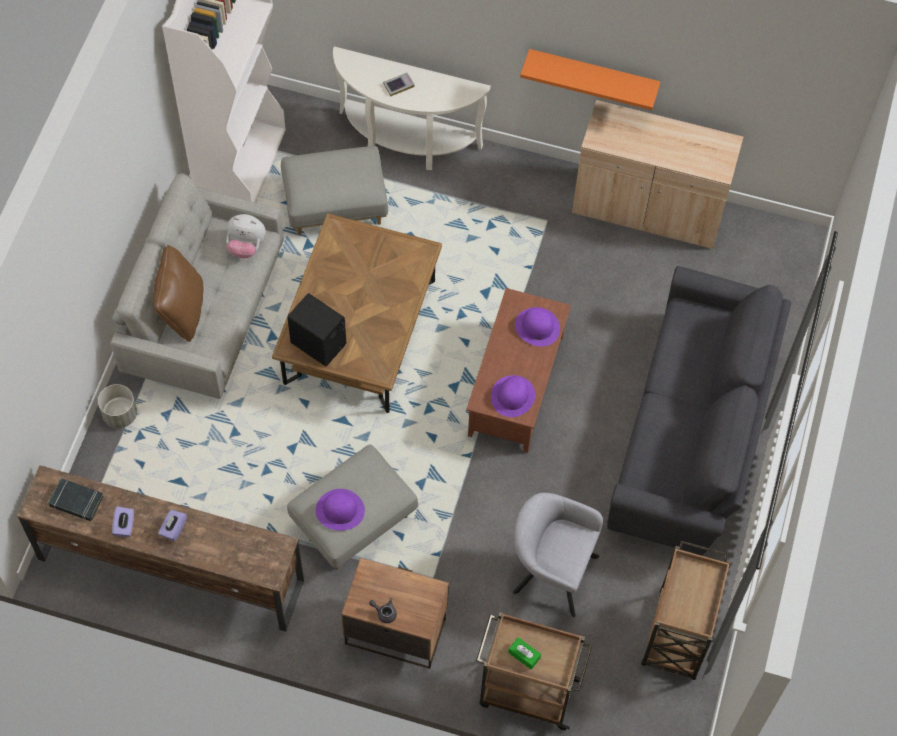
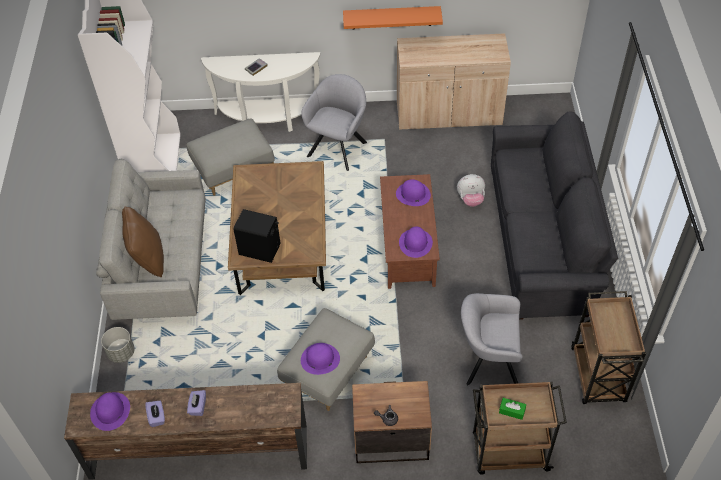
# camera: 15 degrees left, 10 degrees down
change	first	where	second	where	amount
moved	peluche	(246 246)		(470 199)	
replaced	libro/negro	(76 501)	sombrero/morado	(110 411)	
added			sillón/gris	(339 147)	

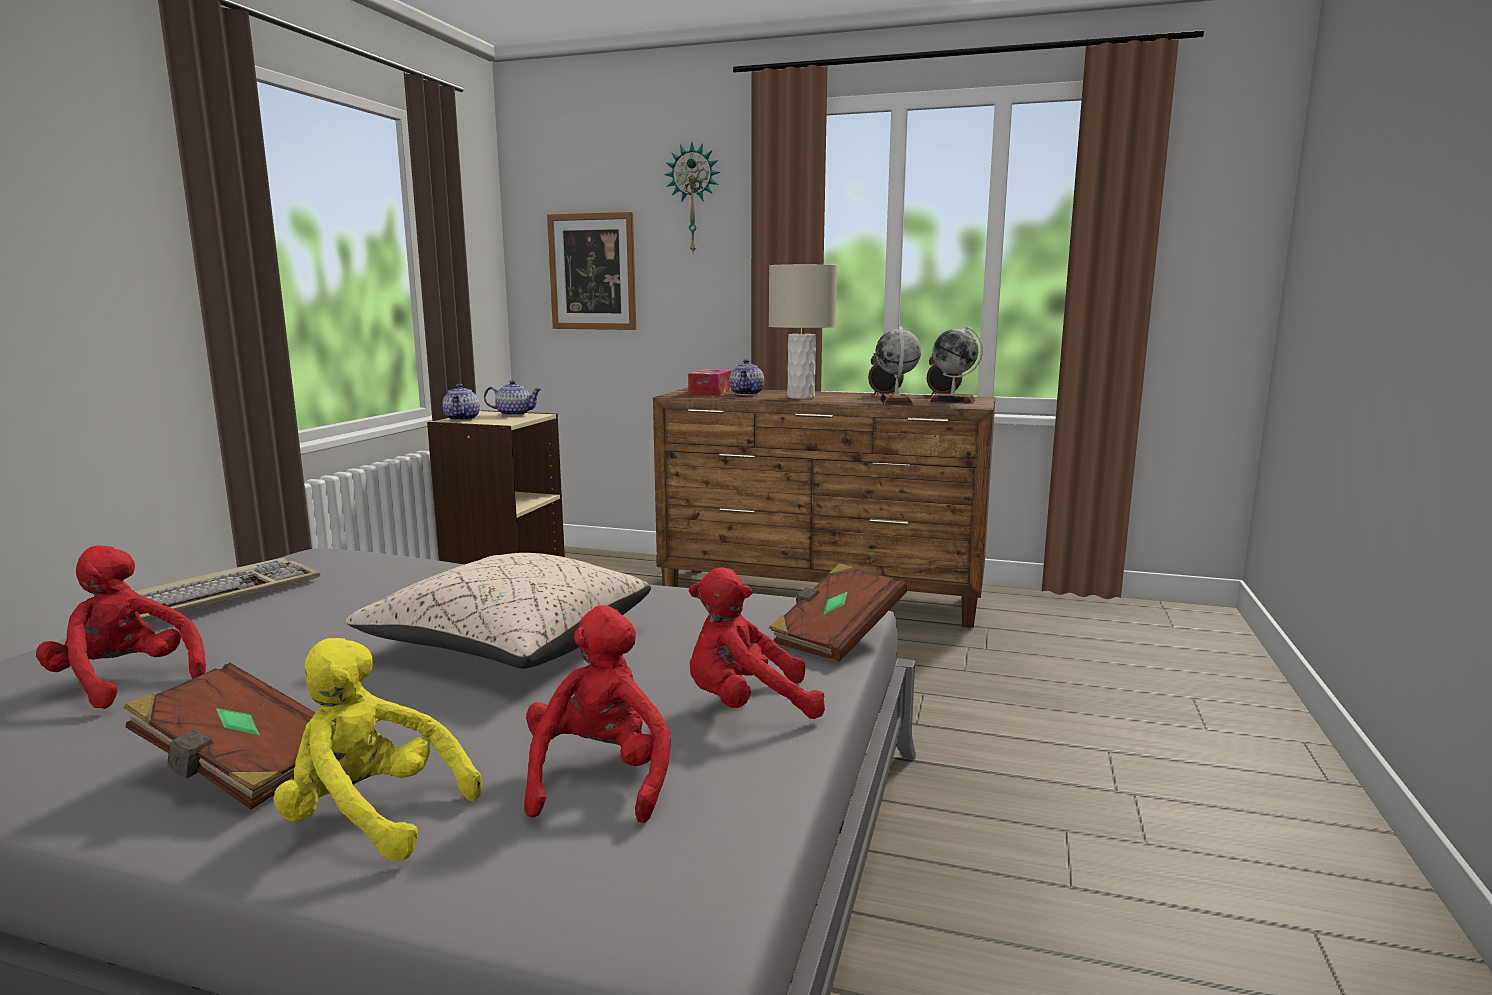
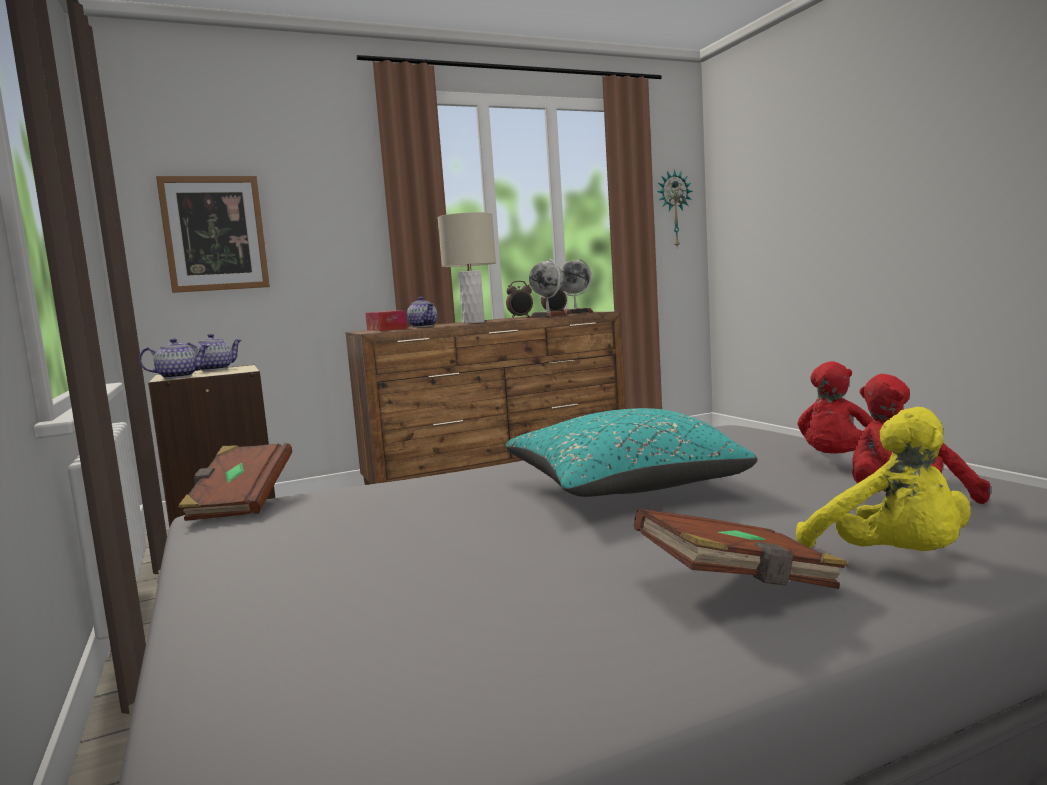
# camera: 40 degrees left, 5 degrees down
change	first	where	second	where	amount
moved	reloj de pared	(694 199)		(673 209)	
turned	tetera	(463 419)		(178 376)	60 degrees counterclockwise
removed	peluche/rojo	(126 681)			
recoloured	cojín/beis	(510 644)	cojín/turquesa	(622 490)	
removed	teclado	(220 595)			
moved	libro/marrón	(836 636)		(240 503)	
turned	peluche/amarillo	(372 817)		(893 560)	90 degrees counterclockwise

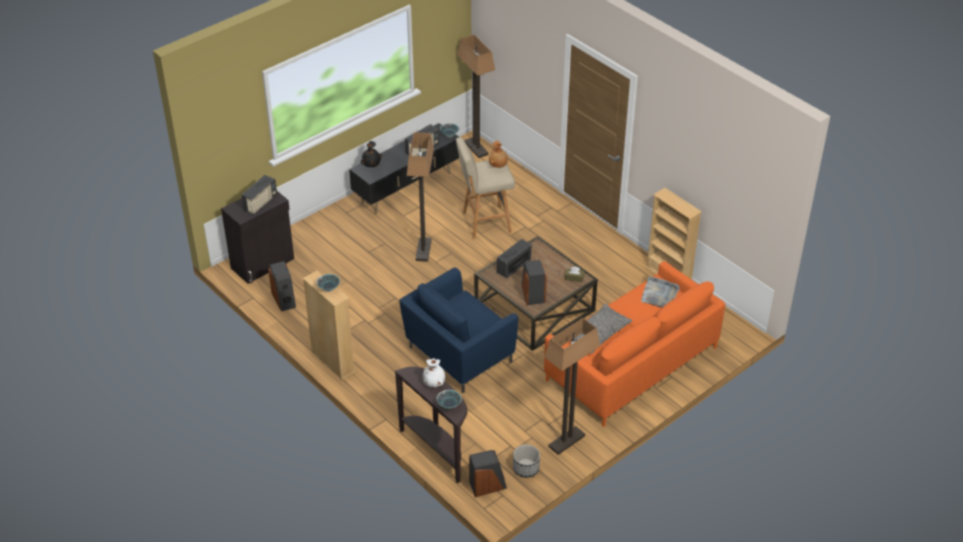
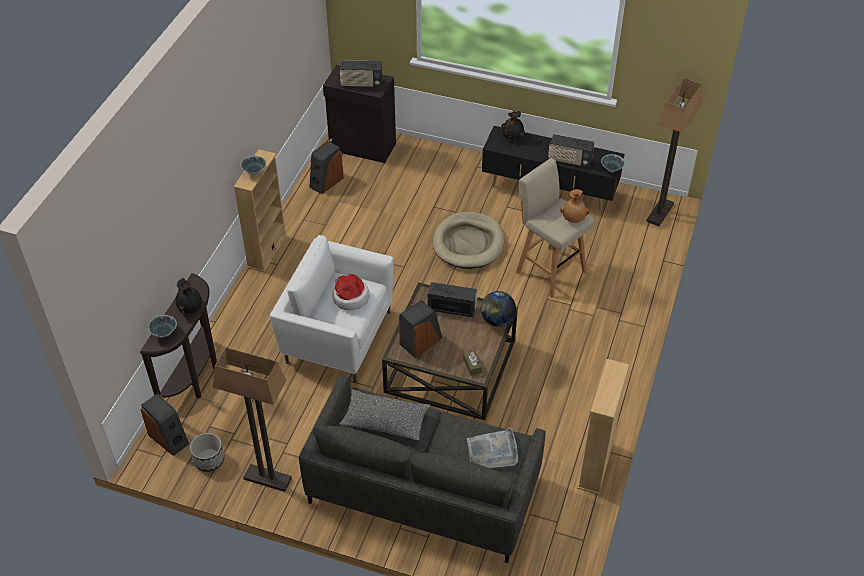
# camera: 60 degrees right, 5 degrees up
change	first	where	second	where	amount
replaced	lámpara de pie	(423 250)	cama para perro/beis	(468 243)	
recoloured	sofá/naranja	(631 363)	sofá/gris	(423 489)	
recoloured	sillón/azul	(458 355)	sillón/blanco	(337 336)	
recoloured	florero/blanco	(434 383)	florero/negro	(190 308)	
added			sombrero	(350 297)	
added			globo terráqueo	(497 320)	

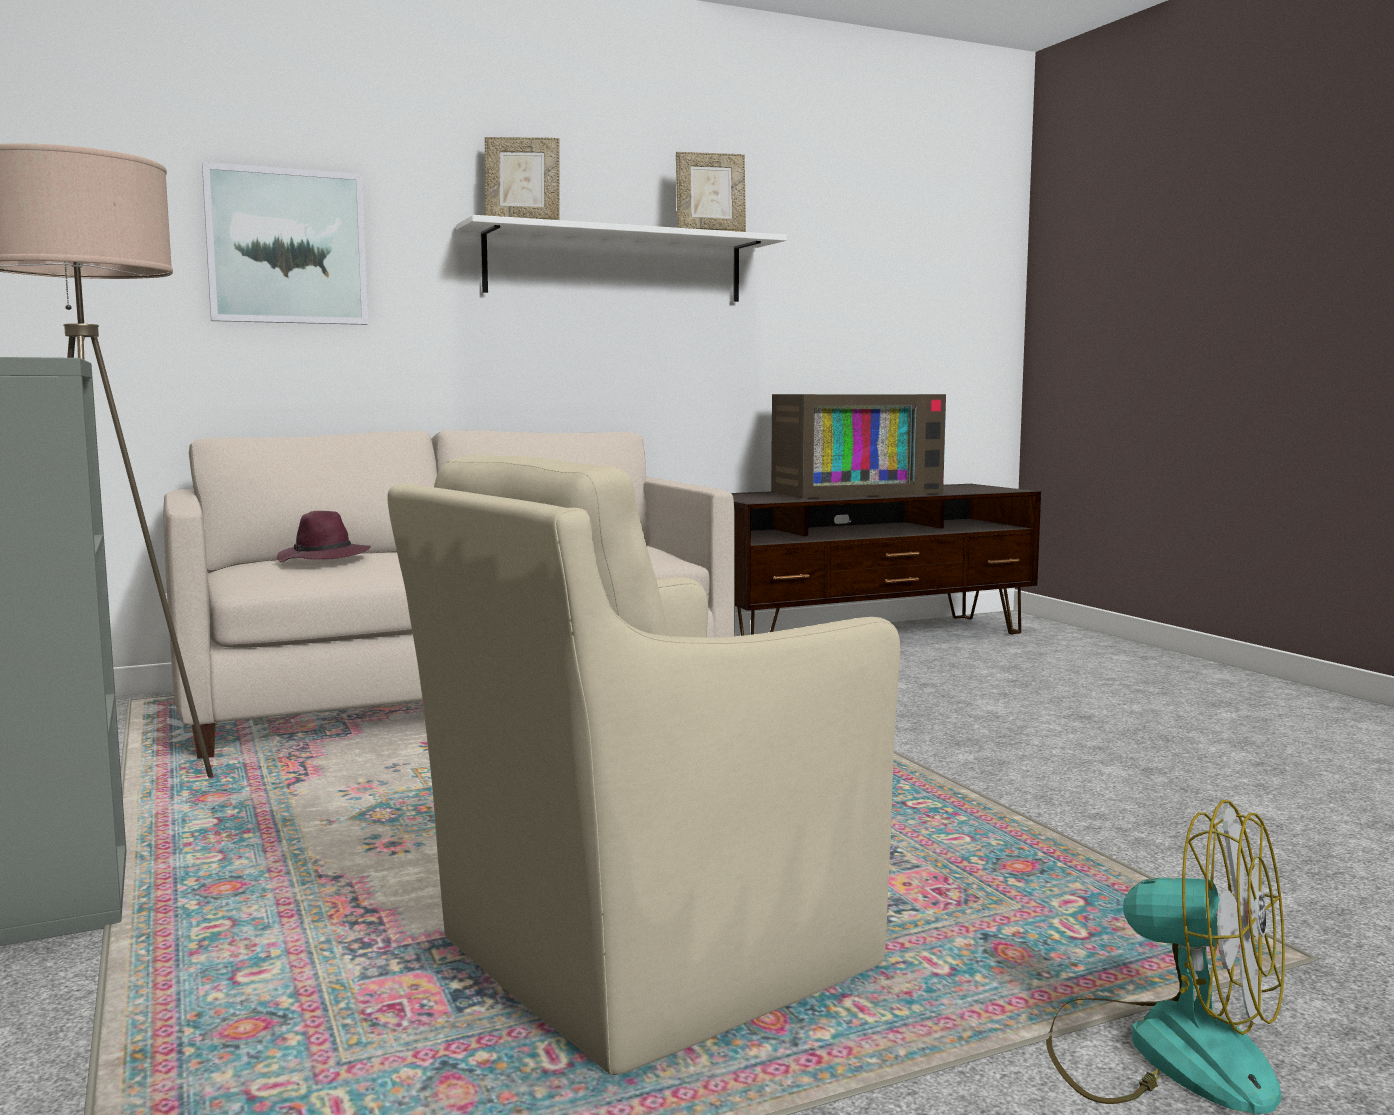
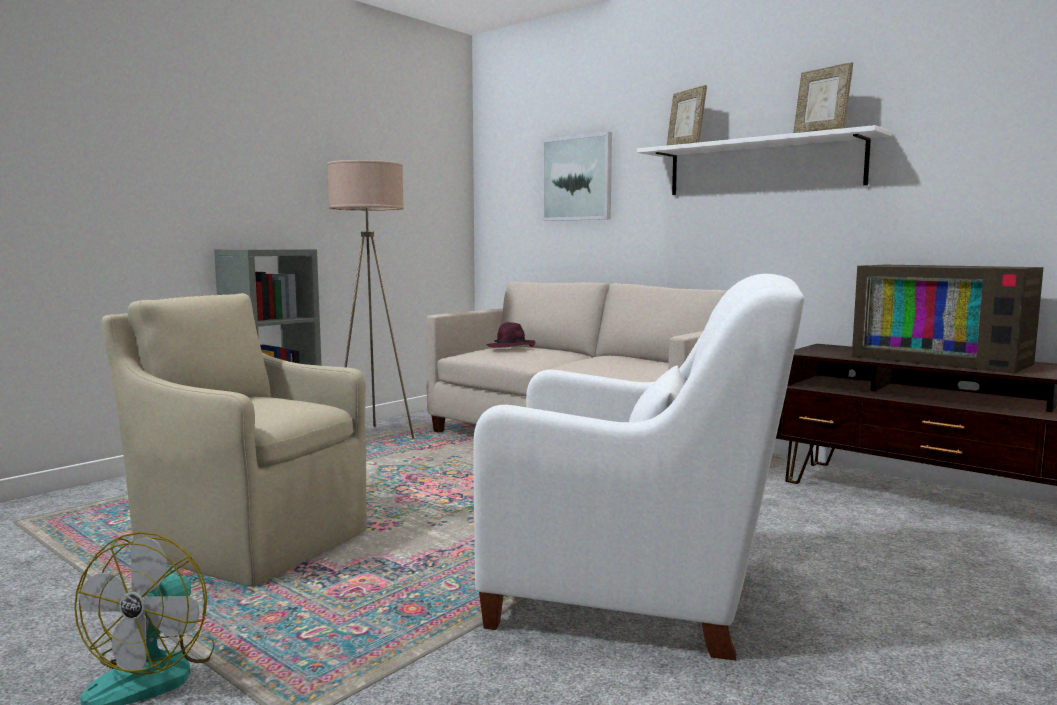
# camera: 65 degrees right, 0 degrees up
change	first	where	second	where	amount
added			sillón/blanco	(633 592)	

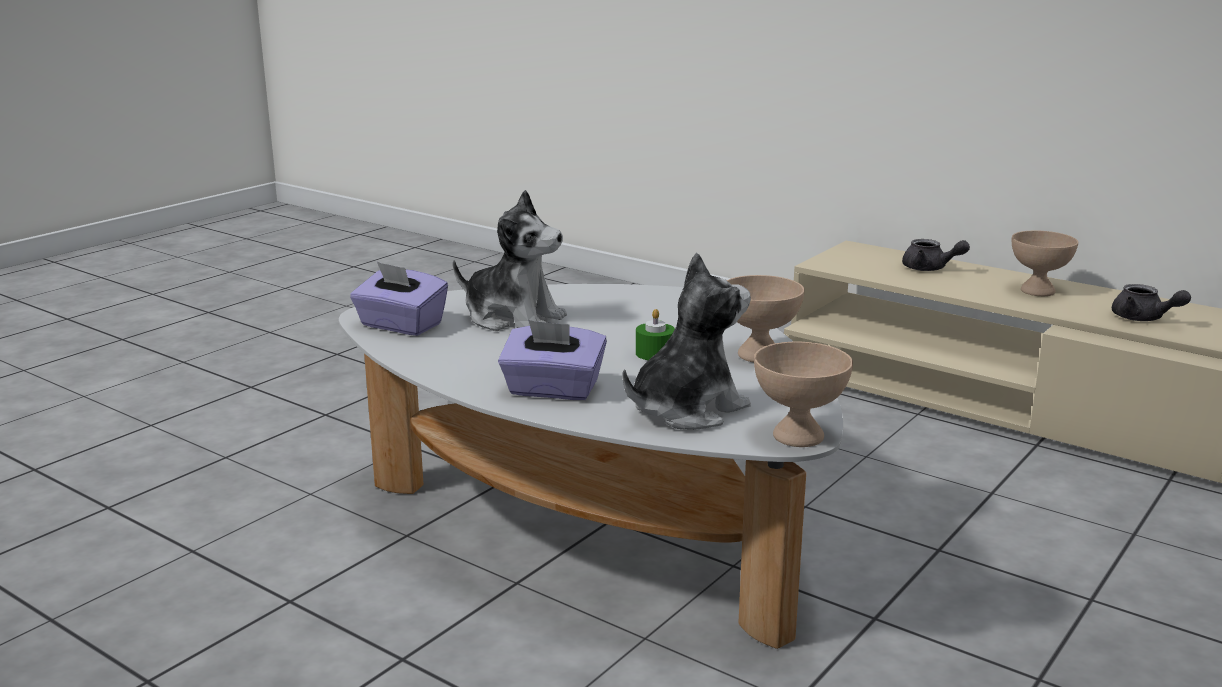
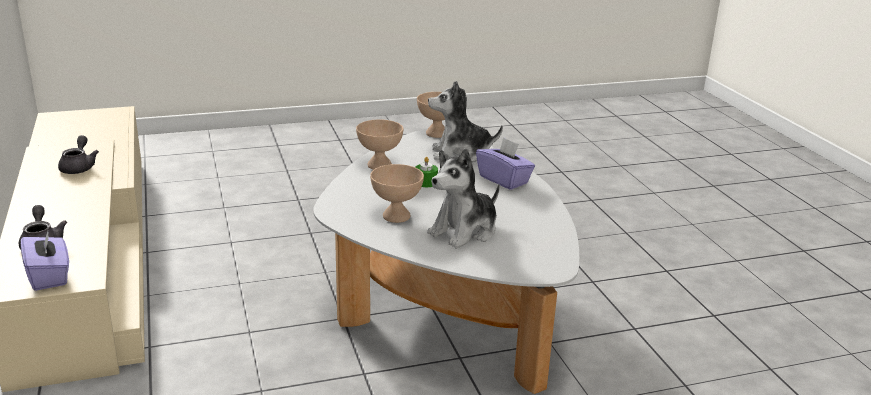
# camera: 145 degrees left, 5 degrees up
change	first	where	second	where	amount
turned	peluche	(513 318)		(465 231)	105 degrees counterclockwise
moved	cuenco/beis	(1037 290)		(396 216)	
moved	caja de pañuelos/morado	(400 326)		(49 276)	

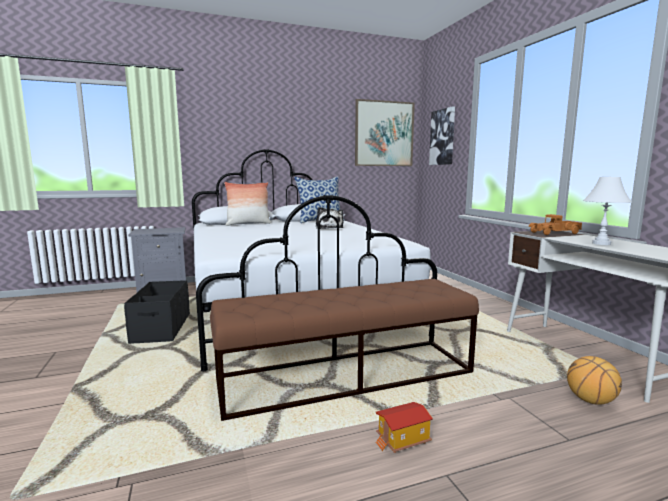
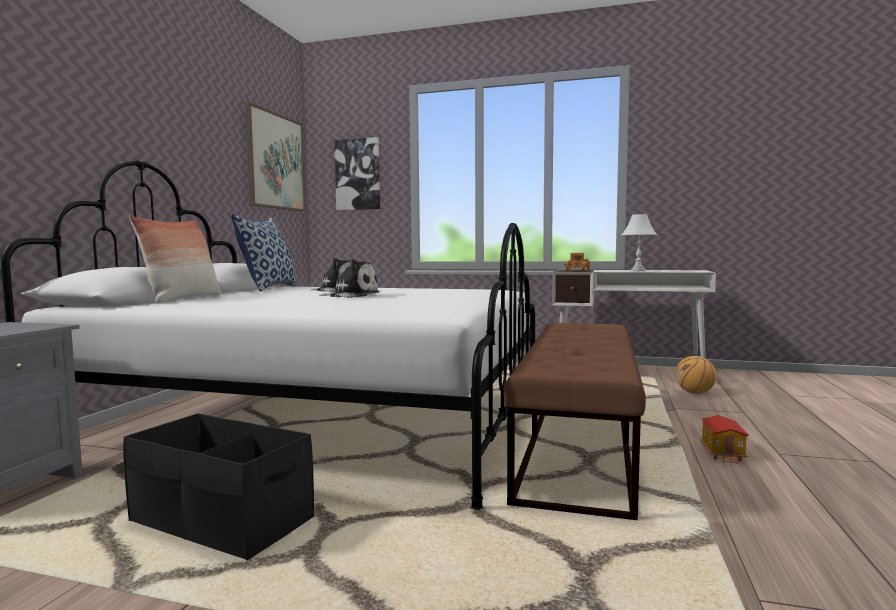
# camera: 55 degrees left, 5 degrees down
change	first	where	second	where	amount
added			peluche	(352 296)	

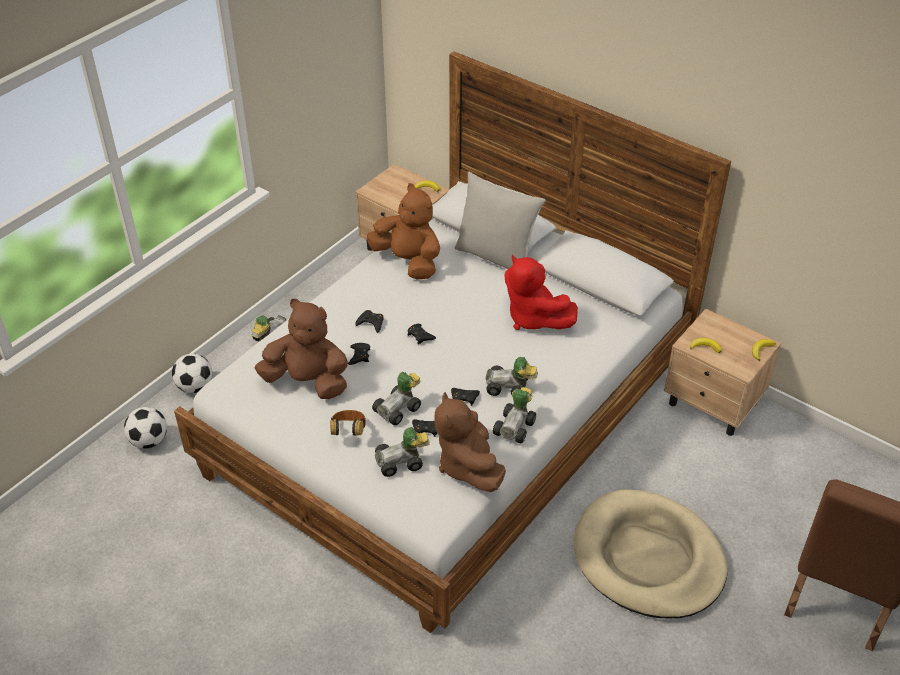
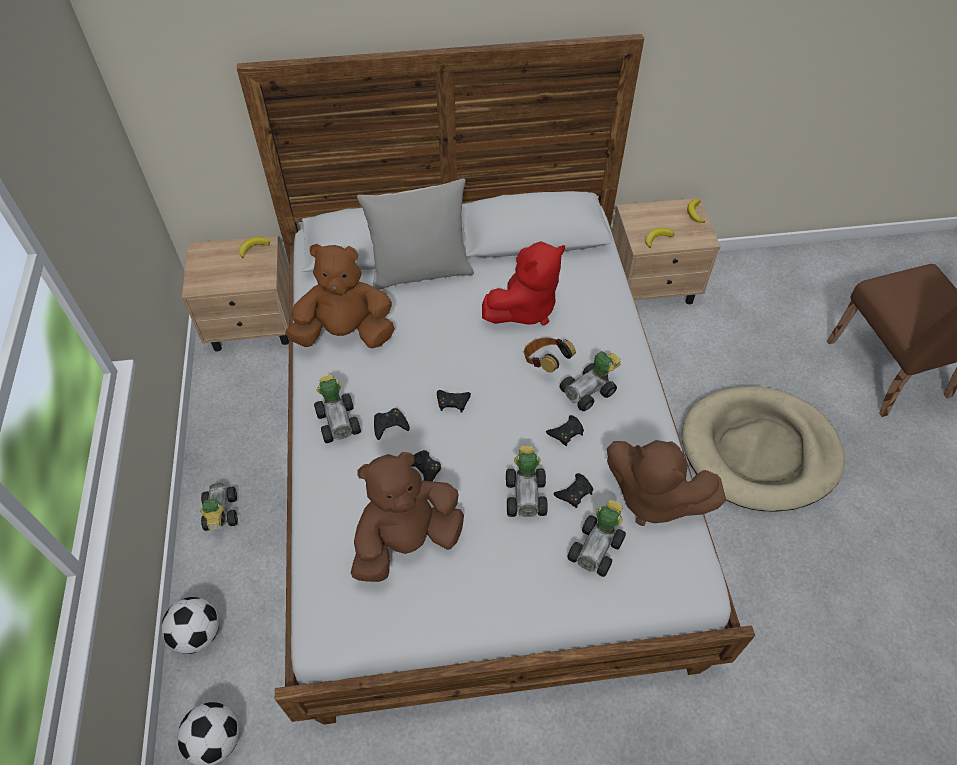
# camera: 45 degrees left, 10 degrees up
change	first	where	second	where	amount
turned	peluche/rojo	(533 318)		(524 308)	45 degrees counterclockwise
moved	coche de juguete	(516 426)		(339 419)	
moved	auriculares	(348 432)		(545 363)	

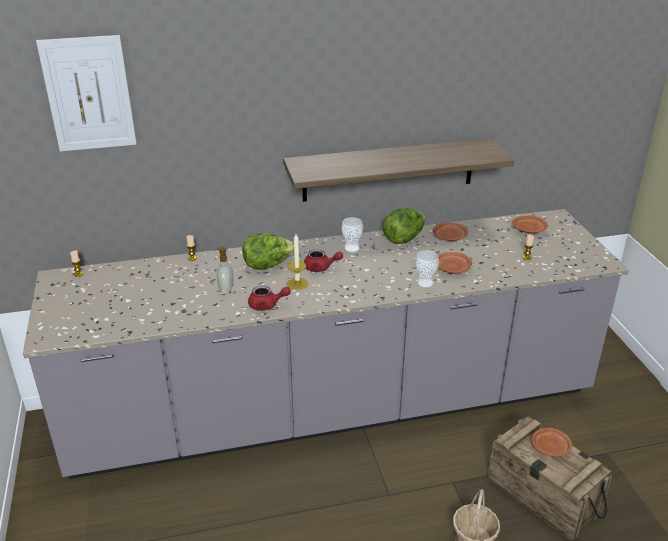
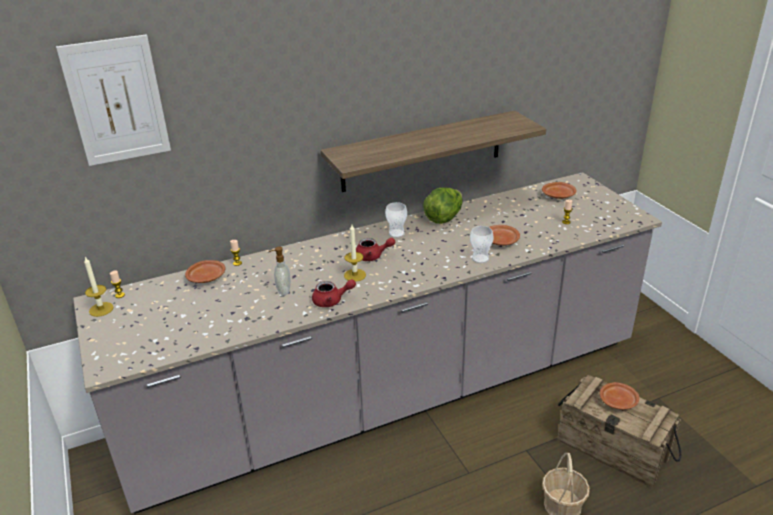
# camera: 10 degrees left, 0 degrees up
change	first	where	second	where	amount
moved	plato/marrón	(450 237)		(207 277)	
removed	lechuga	(268 265)			
added			vela	(101 309)	

